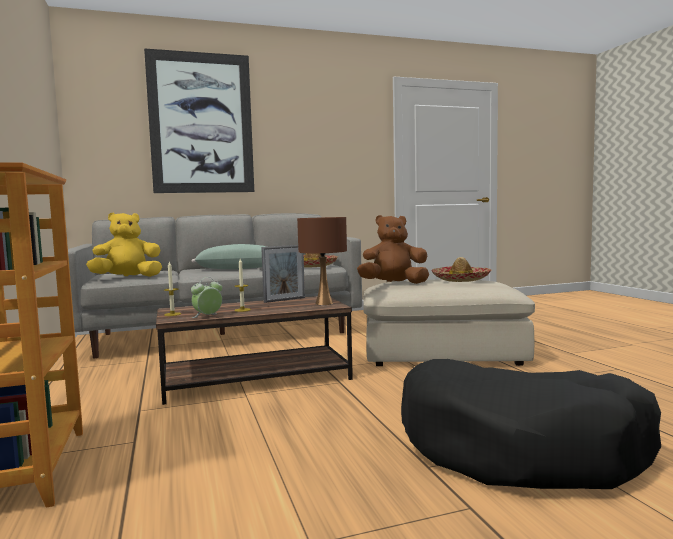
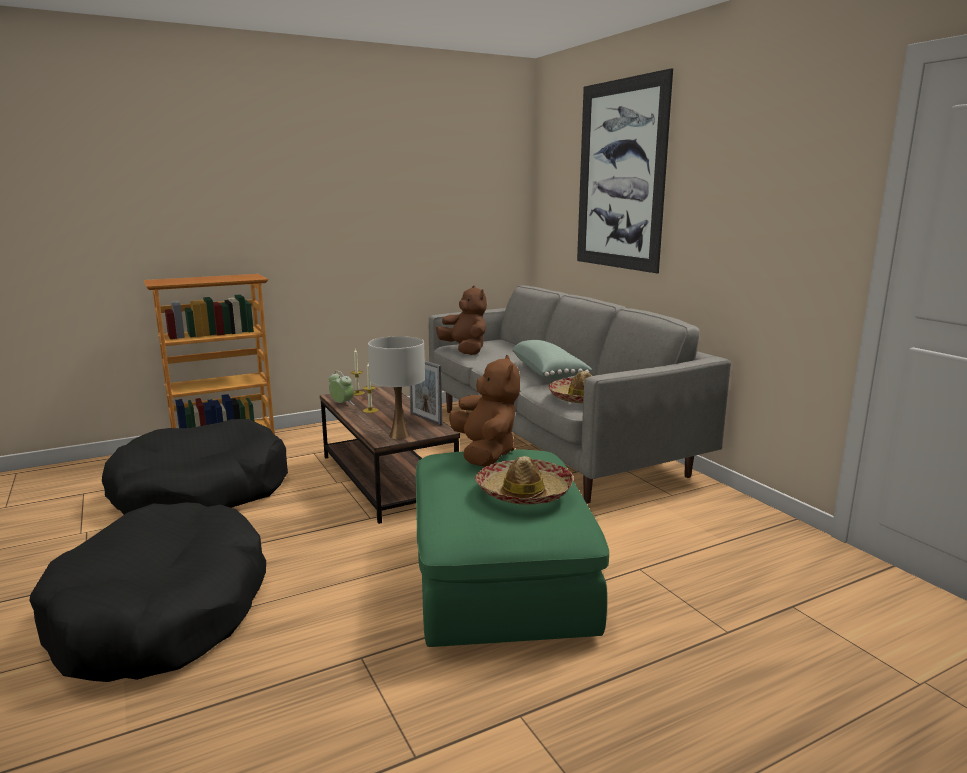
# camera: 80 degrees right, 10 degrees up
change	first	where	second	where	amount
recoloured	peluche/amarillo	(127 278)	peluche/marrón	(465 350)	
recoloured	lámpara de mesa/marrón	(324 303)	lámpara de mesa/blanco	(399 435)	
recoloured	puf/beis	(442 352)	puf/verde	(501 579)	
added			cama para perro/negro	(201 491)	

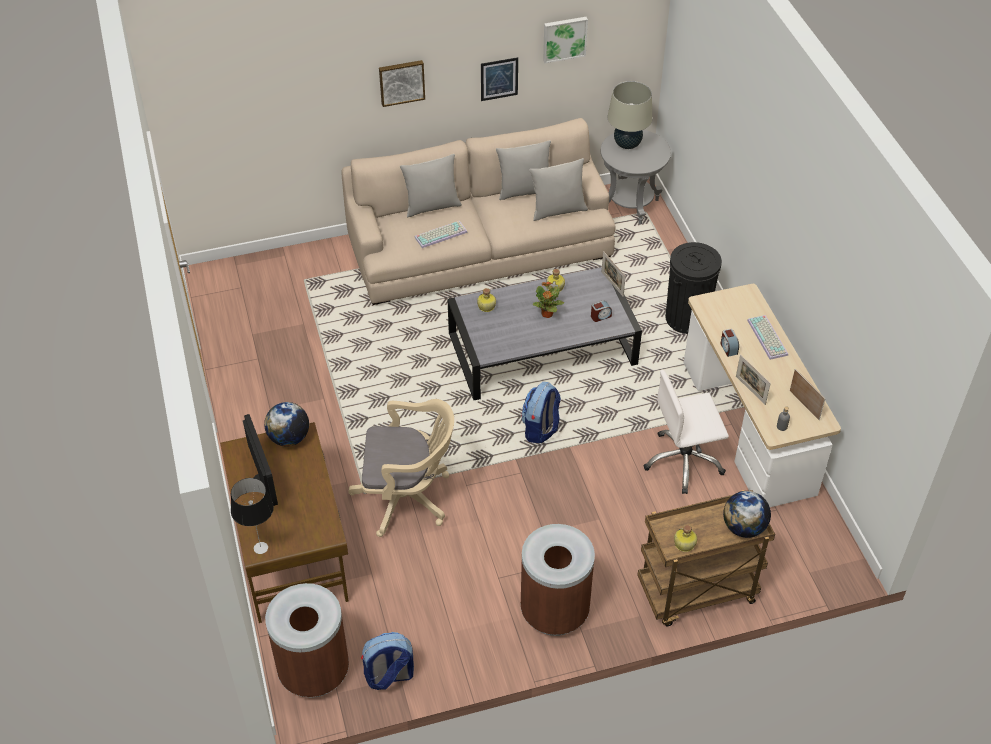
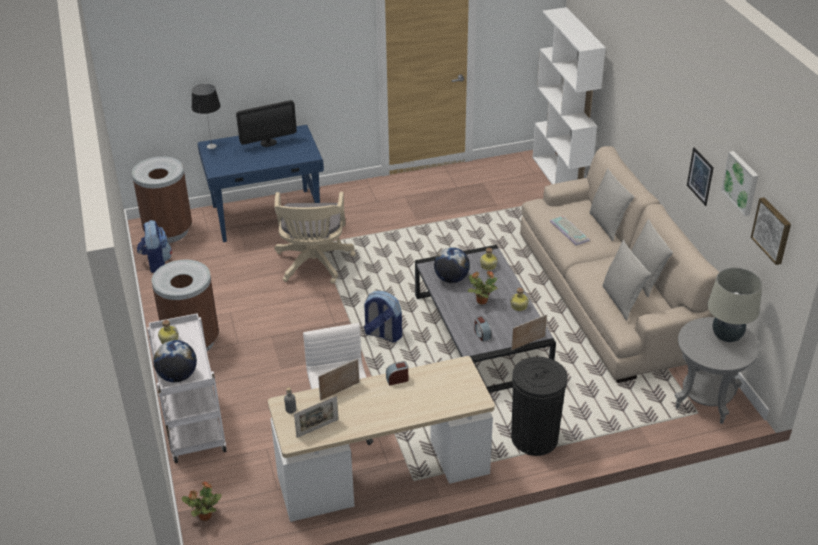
# camera: 90 degrees right, 10 degrees down
change	first	where	second	where	amount
moved	cuadro	(401 82)		(772 230)	
removed	teclado	(768 338)			
moved	globo terráqueo	(289 438)		(451 279)	
recoloured	escritorio/marrón	(292 555)	escritorio/azul	(267 216)	
recoloured	carrito/marrón	(696 594)	carrito/blanco	(192 426)	
added			estantería/blanco	(560 178)	
added			planta en maceta	(205 516)	

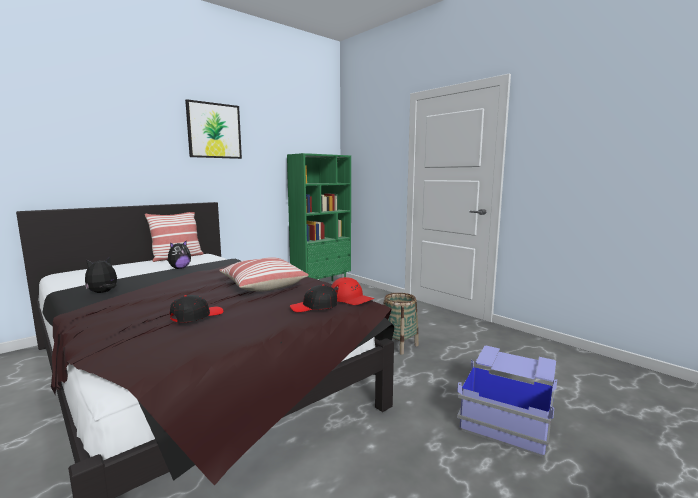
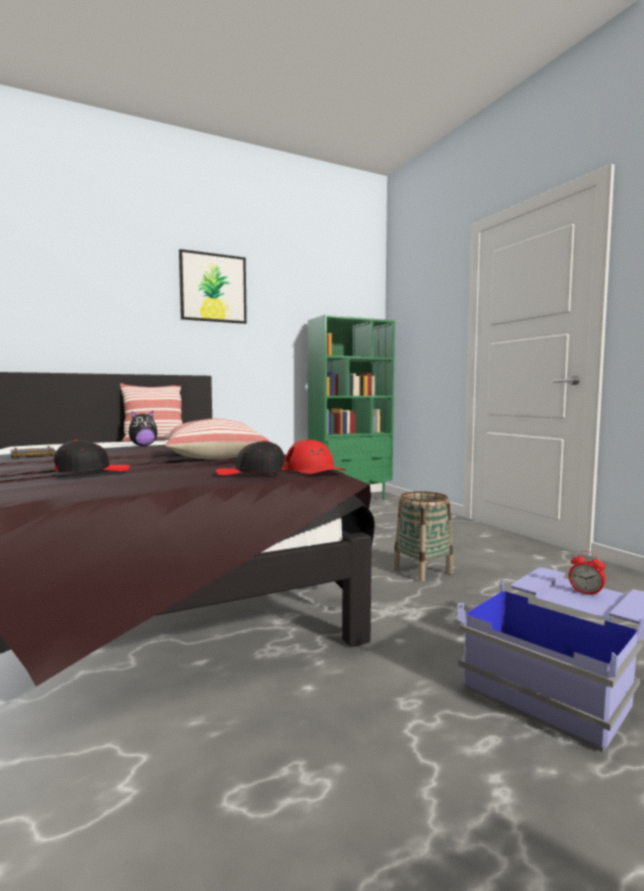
# camera: 15 degrees right, 5 degrees down
change	first	where	second	where	amount
replaced	peluche	(103 292)	libro/negro	(32 457)	
added			despertador	(586 593)	

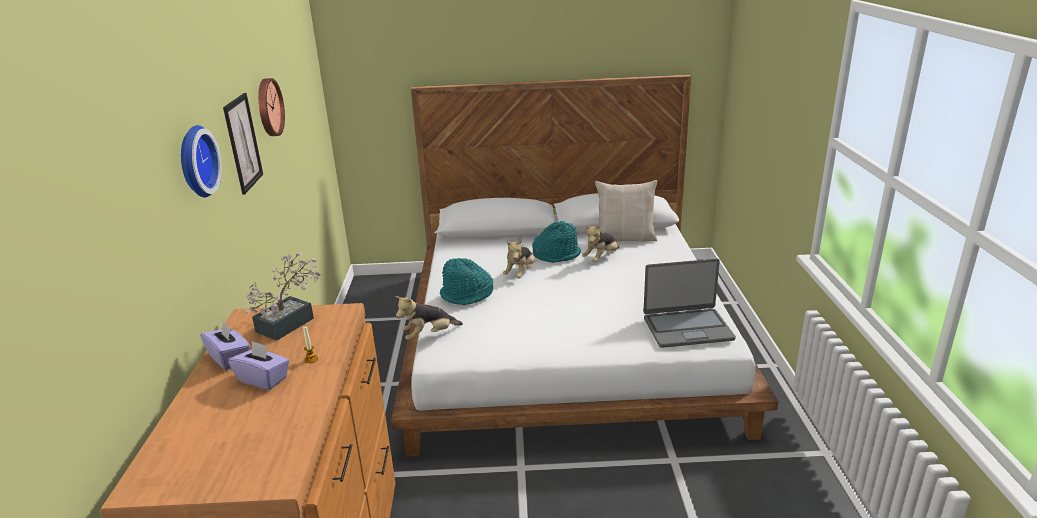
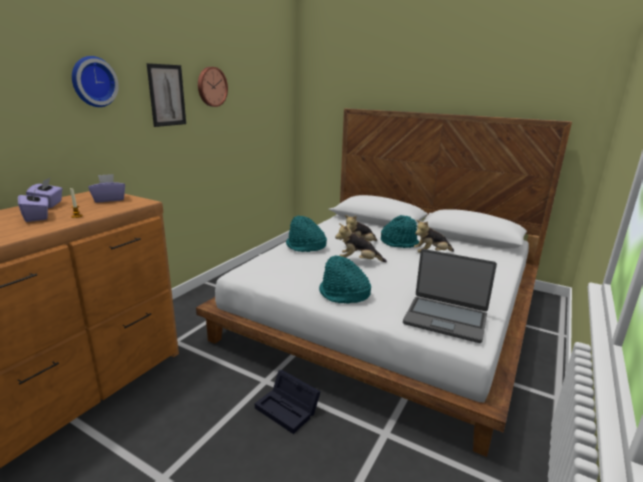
# camera: 30 degrees right, 5 degrees down
change	first	where	second	where	amount
removed	cojín/beis	(625 238)			
replaced	planta en maceta	(291 322)	caja de pañuelos/morado	(109 199)	
moved	peluche	(429 335)		(358 261)	
added			sombrero/turquesa	(343 295)	
added			caja de almacenaje/negro	(289 409)	

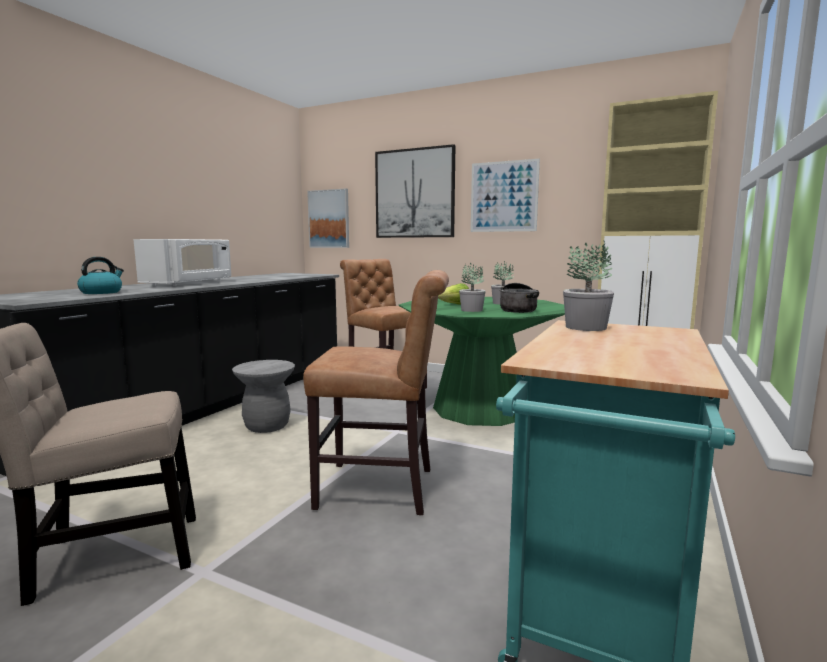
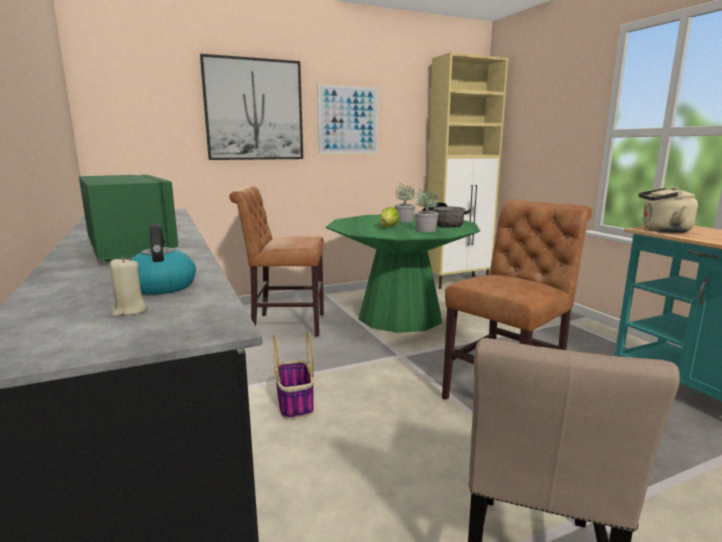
# camera: 50 degrees left, 5 degrees up
change	first	where	second	where	amount
removed	cuadro	(329 219)			
recoloured	microondas/blanco	(189 283)	microondas/verde	(130 248)	
replaced	planta en maceta	(585 327)	hervidor/beis	(662 230)	
replaced	taburete/gris	(267 426)	cesta	(295 403)	
added			vela/beis	(129 311)	

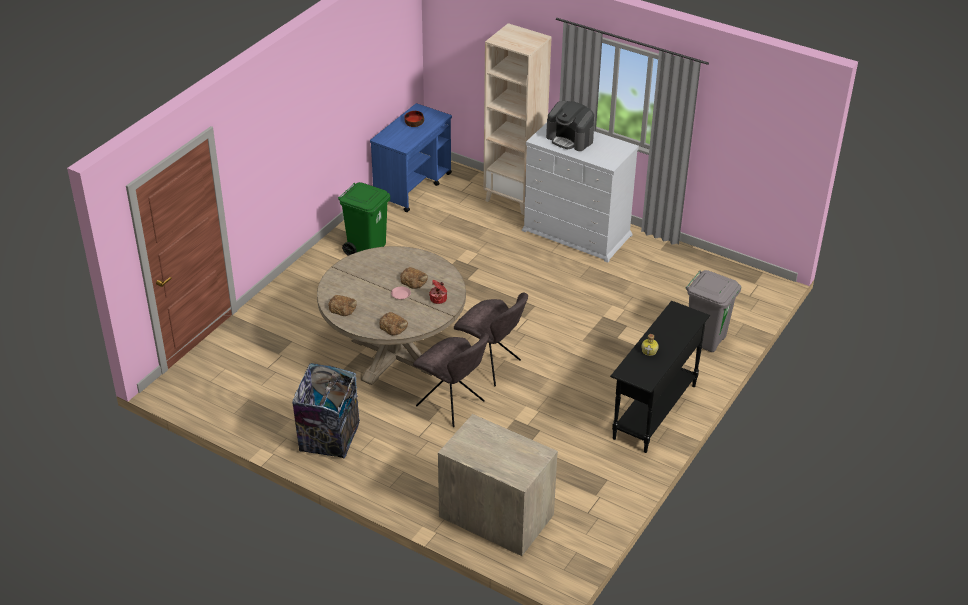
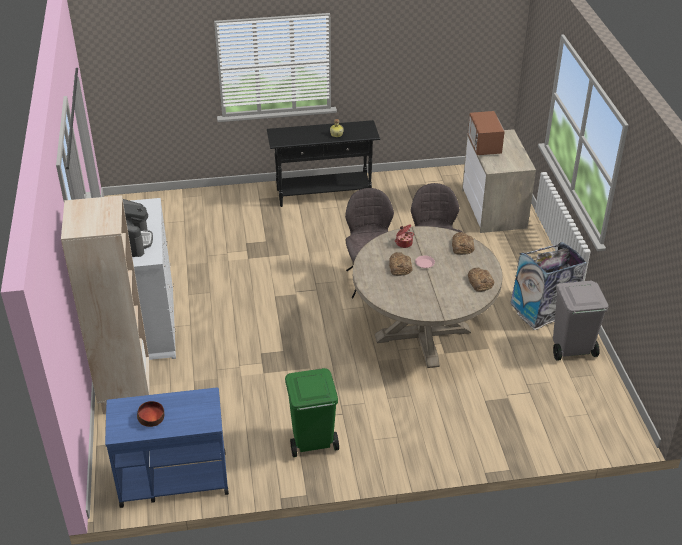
# camera: 130 degrees left, 0 degrees up
change	first	where	second	where	amount
moved	papelera/gris	(705 340)		(571 349)	
added			microondas	(484 146)	

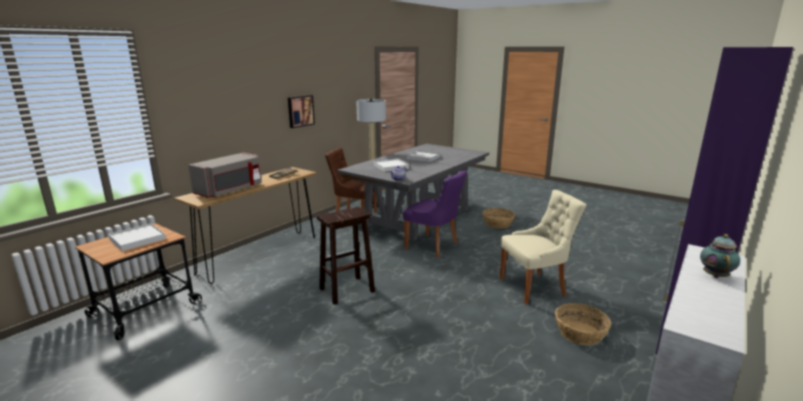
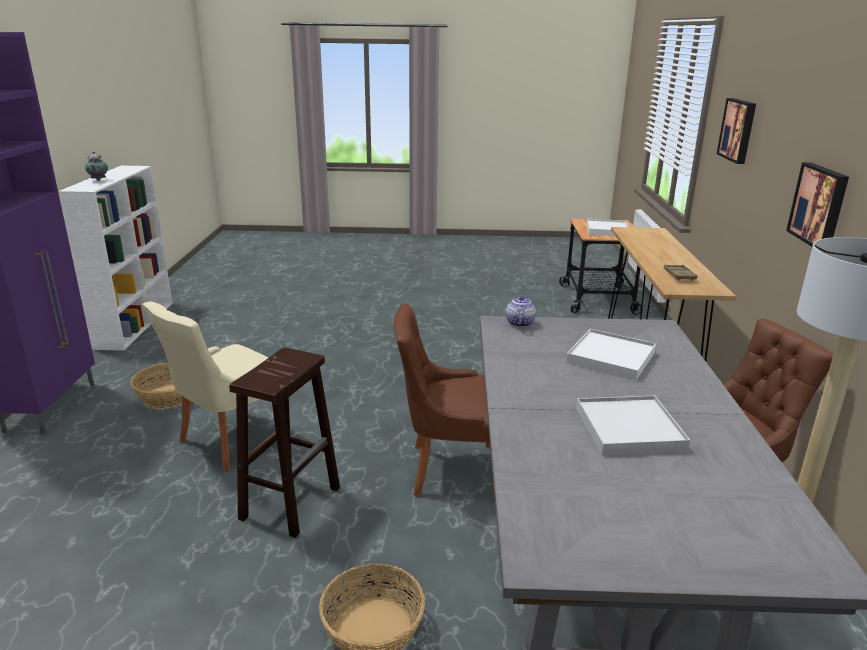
# camera: 145 degrees right, 5 degrees up
change	first	where	second	where	amount
removed	microondas/gris	(230 190)			
recoloured	silla/morado	(433 246)	silla/marrón	(449 470)	
moved	taburete/marrón	(346 290)		(291 502)	
added			cuadro	(738 130)	

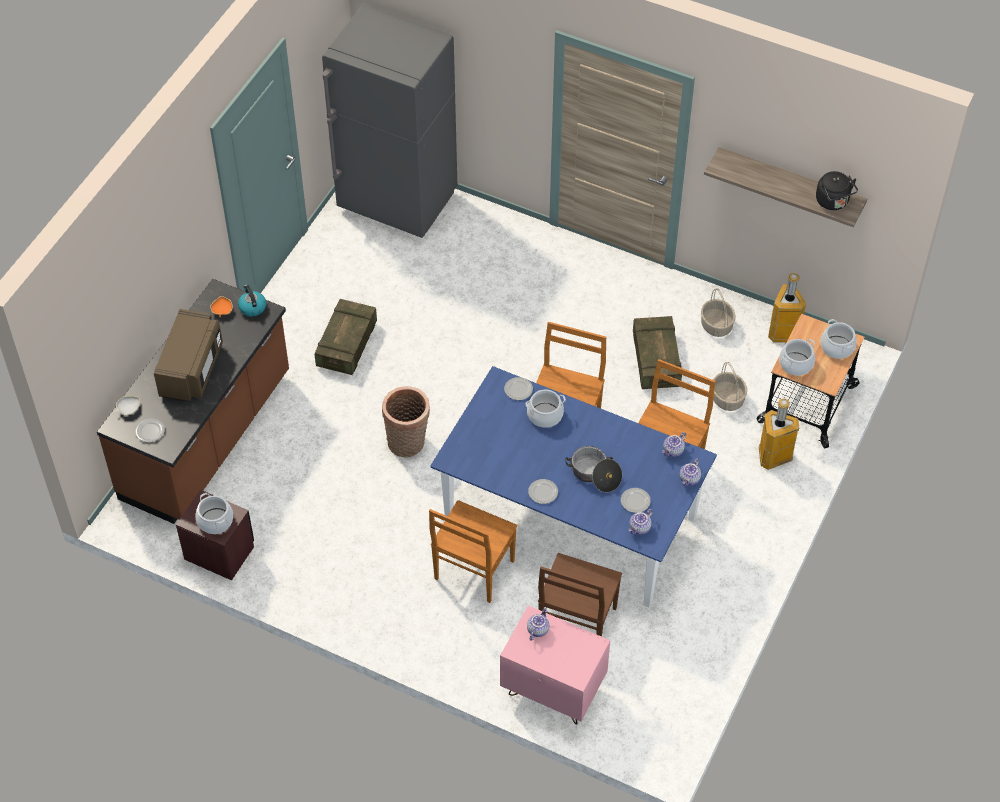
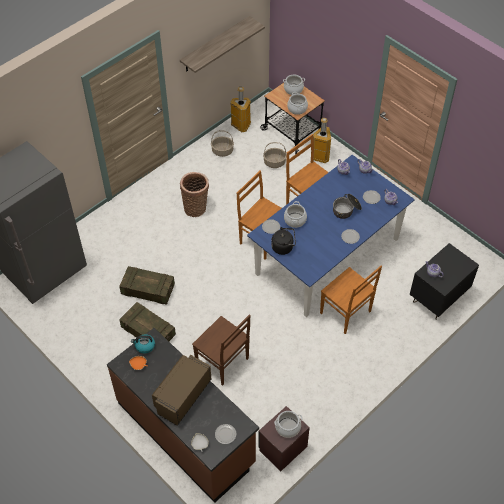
# camera: 70 degrees left, 0 degrees up
change	first	where	second	where	amount
moved	hervidor/negro	(833 202)		(283 247)	
turned	microondas/marrón	(192 369)		(182 396)	90 degrees counterclockwise
moved	caja de embalaje	(656 361)		(148 290)	
moved	cesta	(408 443)		(196 207)	
moved	silla/marrón	(576 623)		(223 363)	
recoloured	mesita de noche/rosa	(552 690)	mesita de noche/negro	(438 298)	

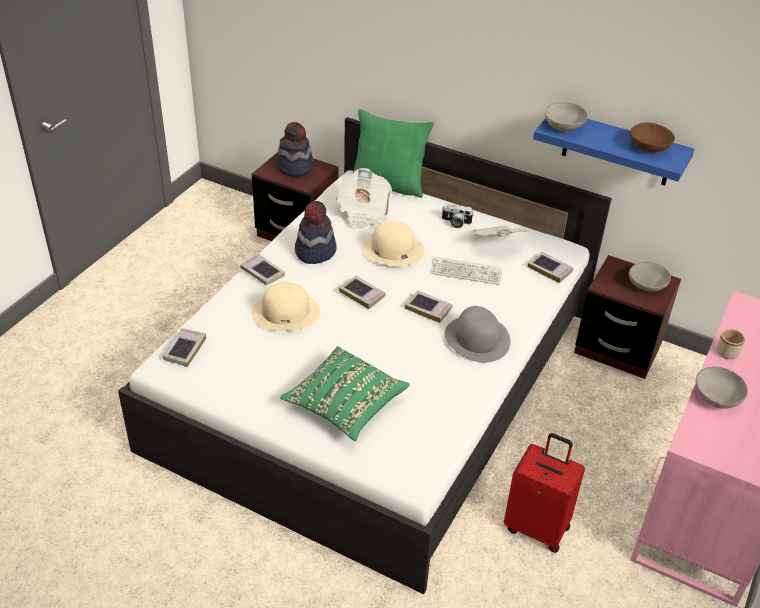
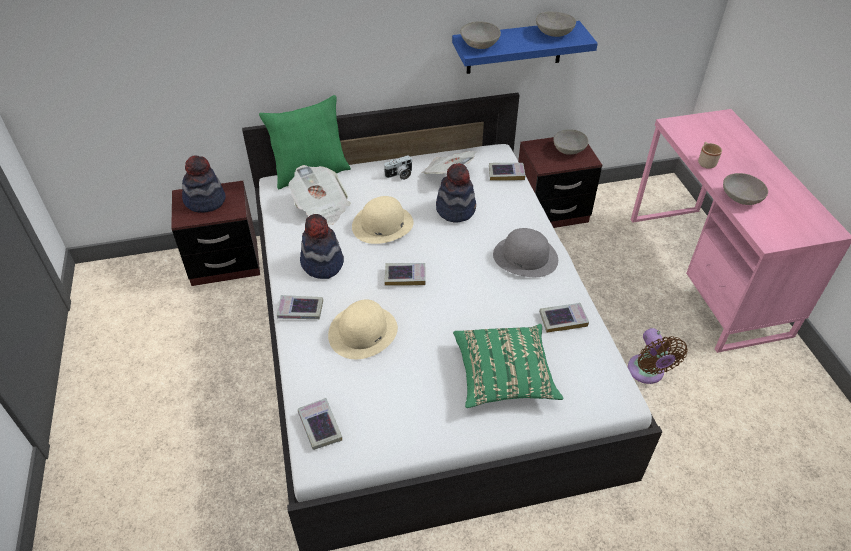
# camera: 40 degrees left, 5 degrees up
change	first	where	second	where	amount
recoloured	cuenco/marrón	(648 148)	cuenco/gris	(553 34)	
replaced	teclado	(467 272)	sombrero	(456 209)	
moved	libro	(428 309)		(563 320)	
replaced	maleta/rojo	(537 527)	ventilador/marrón	(647 373)	

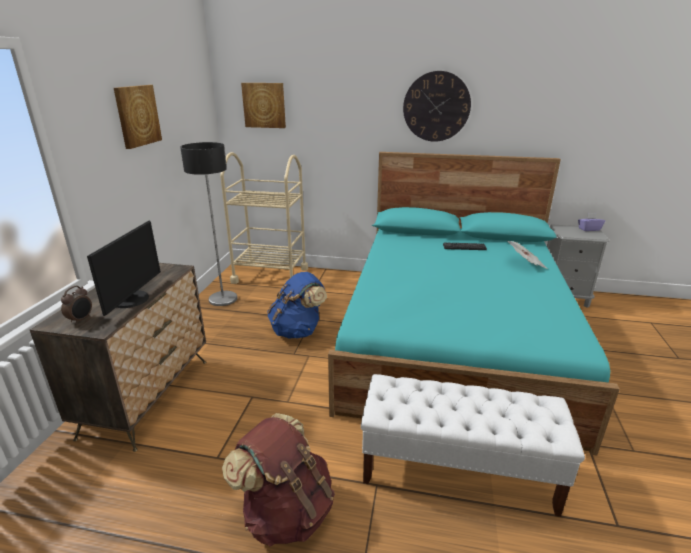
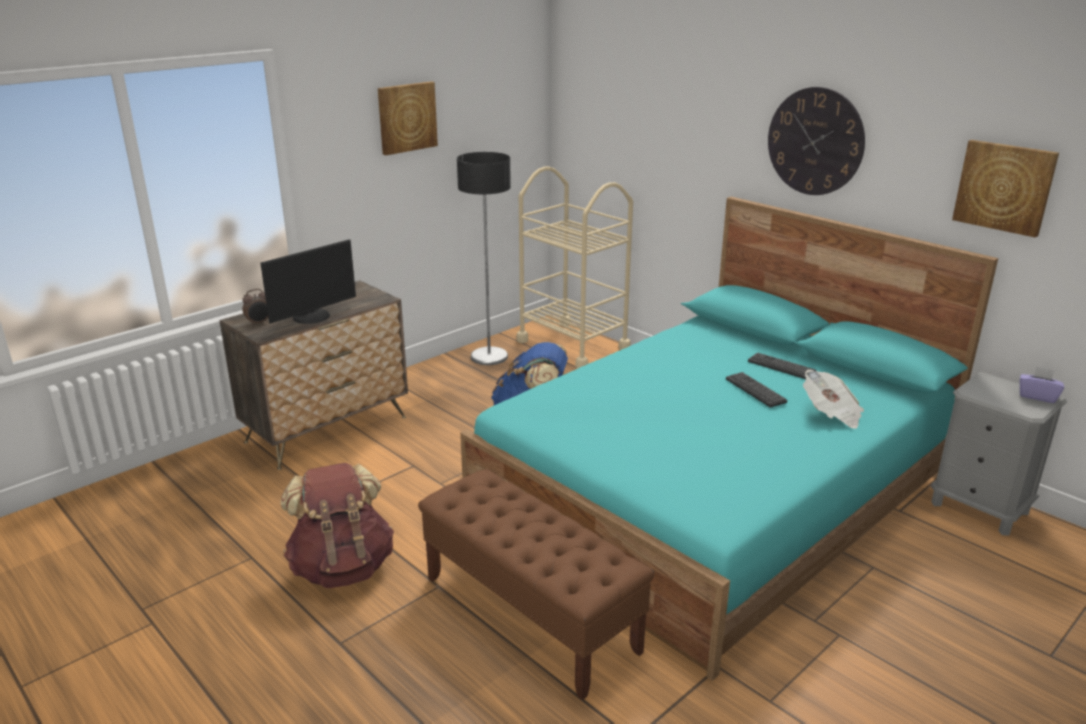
# camera: 35 degrees right, 0 degrees up
change	first	where	second	where	amount
moved	cuadro	(264 105)		(1004 187)	
recoloured	banco/blanco	(458 470)	banco/marrón	(530 614)	
added			teclado	(755 390)	

